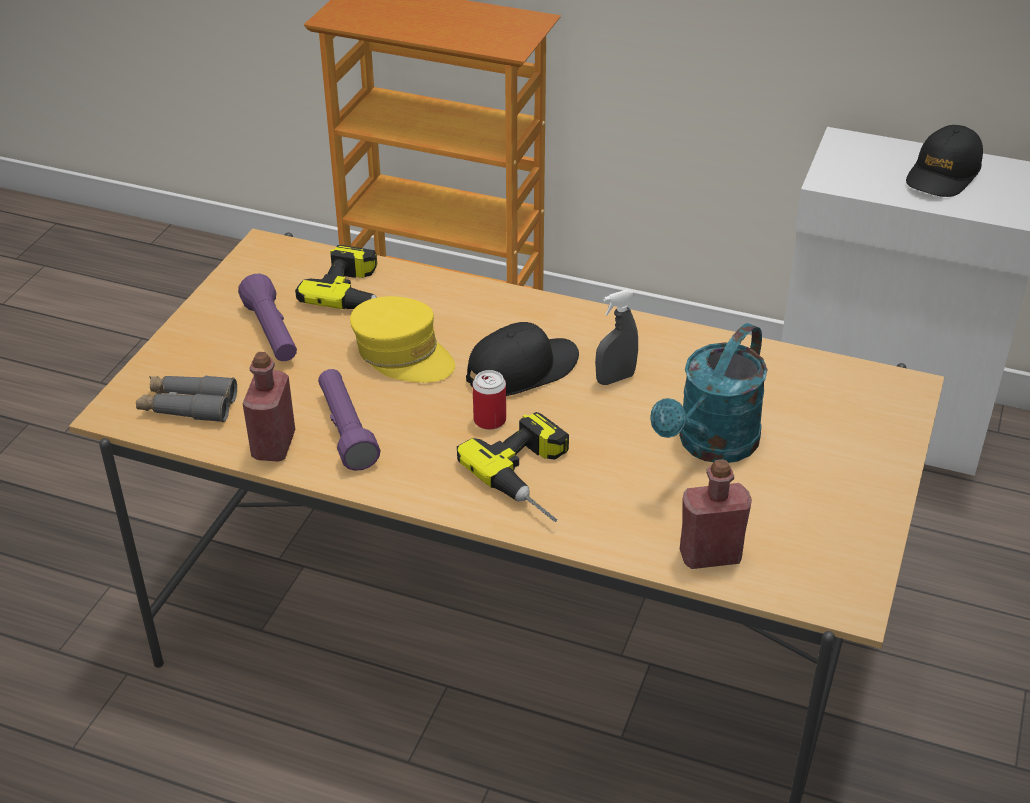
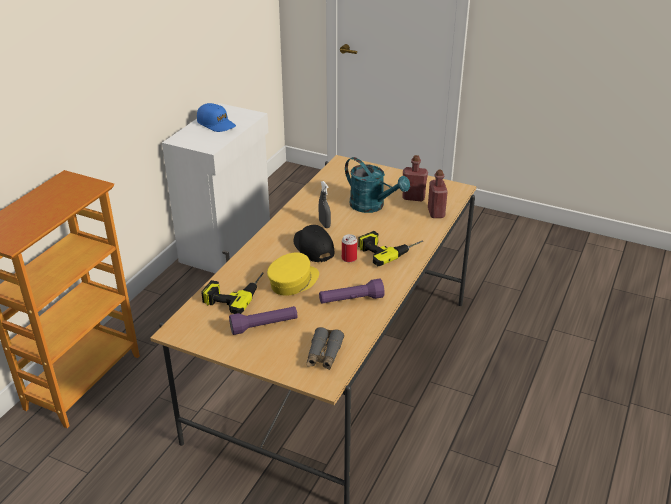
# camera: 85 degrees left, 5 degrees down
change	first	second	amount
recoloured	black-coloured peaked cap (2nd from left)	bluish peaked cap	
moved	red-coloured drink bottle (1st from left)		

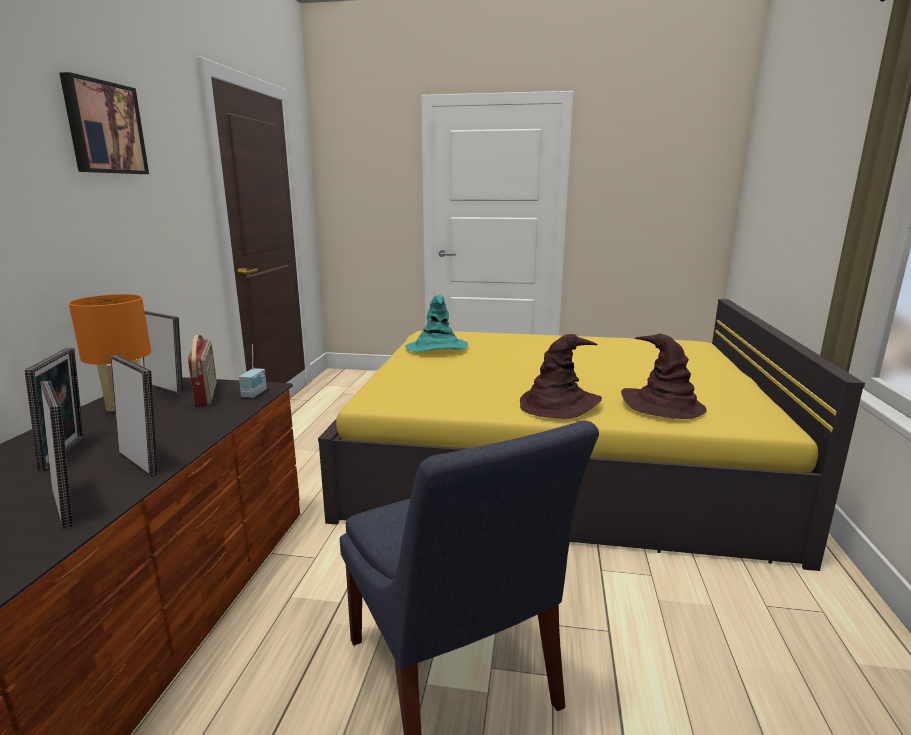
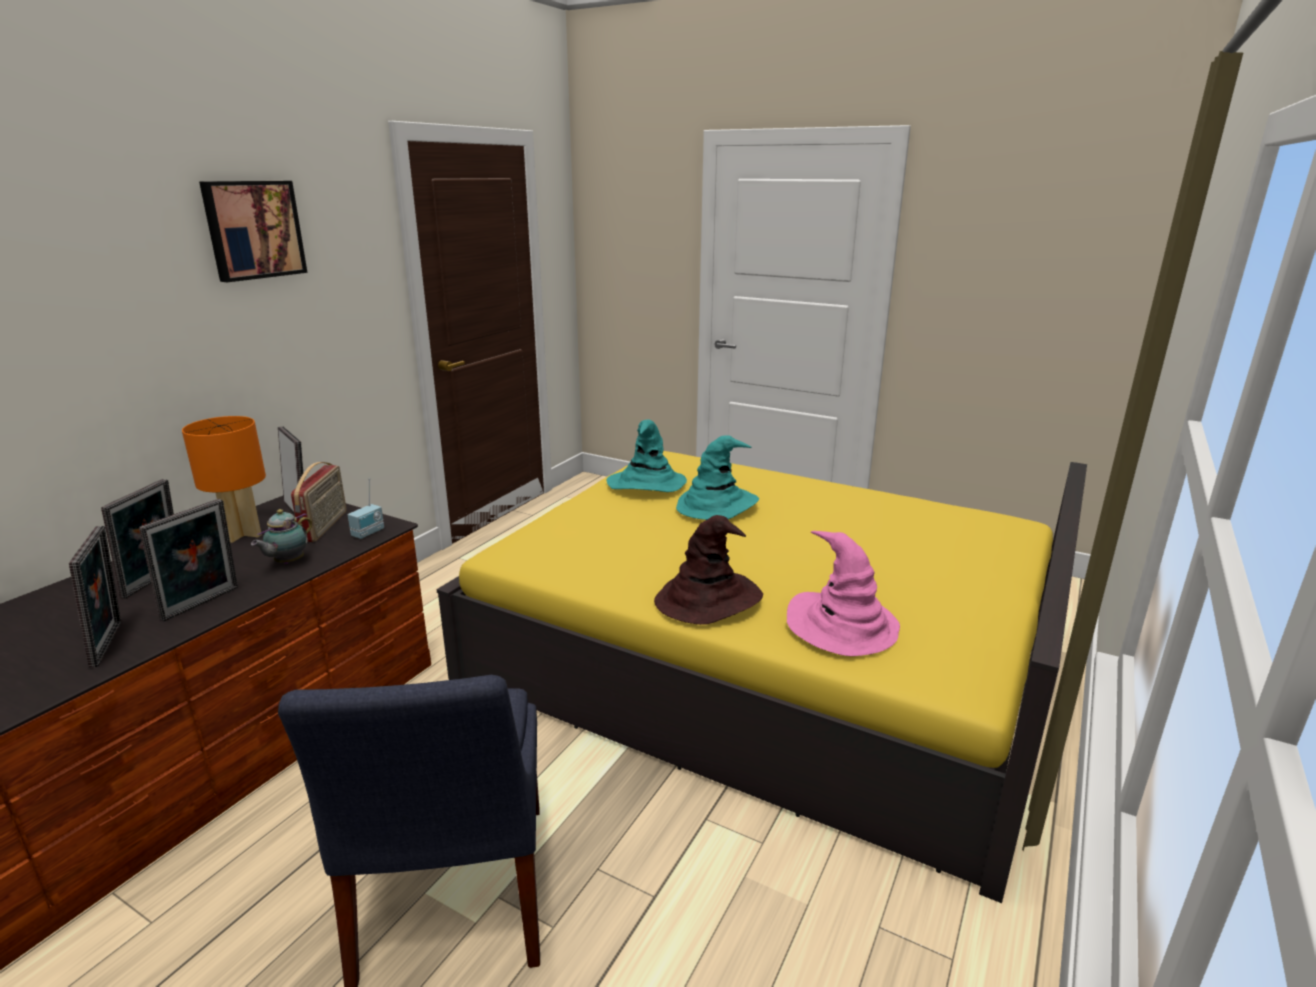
# camera: 20 degrees right, 5 degrees up
change	first	second	amount
turned	picture frame (3rd from left)		60 degrees clockwise
added		teapot	
added		turquoise hat (2nd from left)	
recoloured	brown hat (2nd from left)	pink hat	

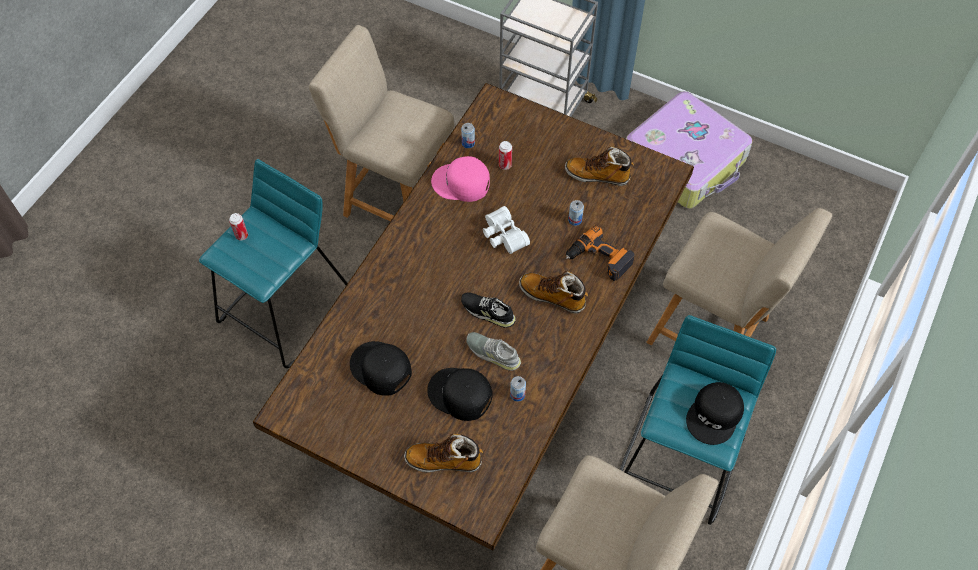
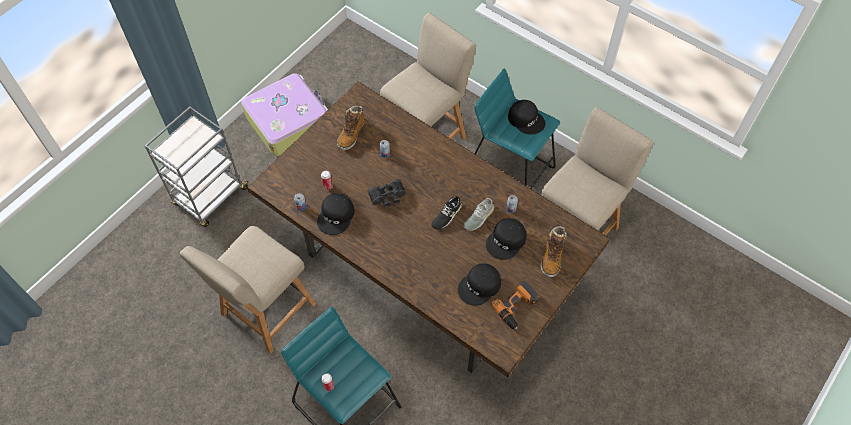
# camera: 80 degrees left, 0 degrees up
change	first	second	amount
recoloured	pink peaked cap	black-coloured peaked cap (1st from left)	
recoloured	white-coloured binoculars	black-coloured binoculars	
moved	drill		
removed	high-top boot (2nd from left)		

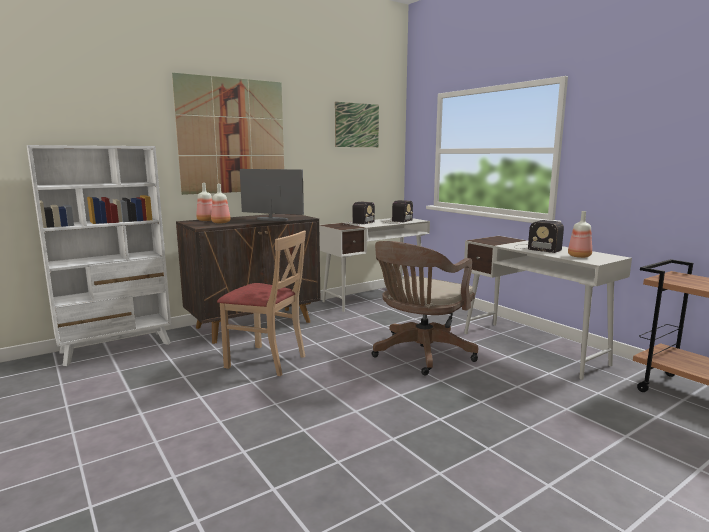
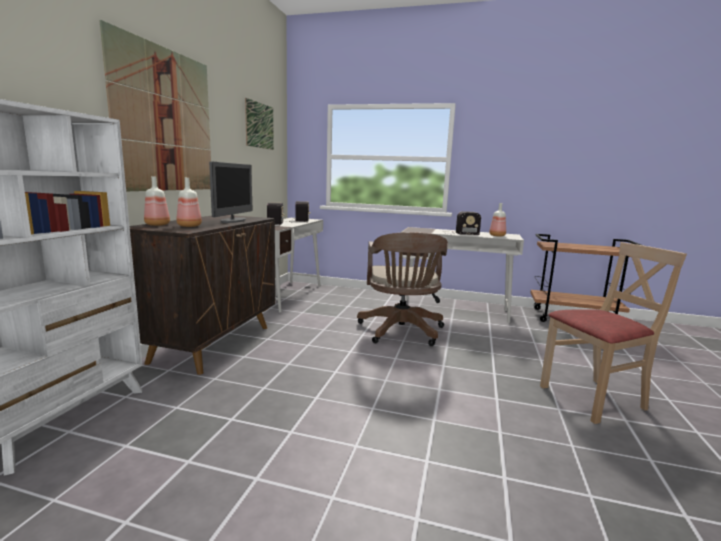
# camera: 40 degrees left, 0 degrees up
change	first	second	amount
turned	monitor		120 degrees clockwise
moved	beige-coloured upright chair		

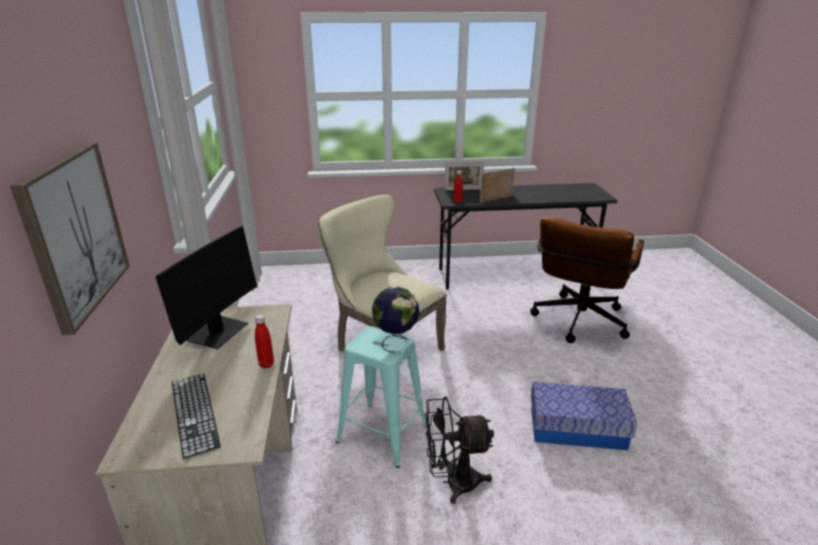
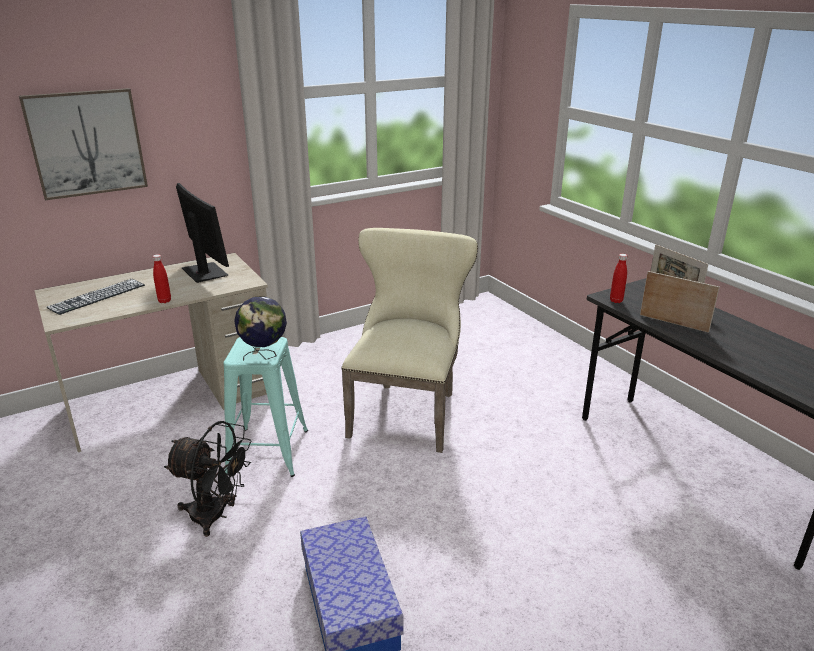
# camera: 65 degrees right, 0 degrees up
change	first	second	amount
turned	black-coloured fan		135 degrees clockwise
turned	monitor		120 degrees counterclockwise
removed	brown computer chair		

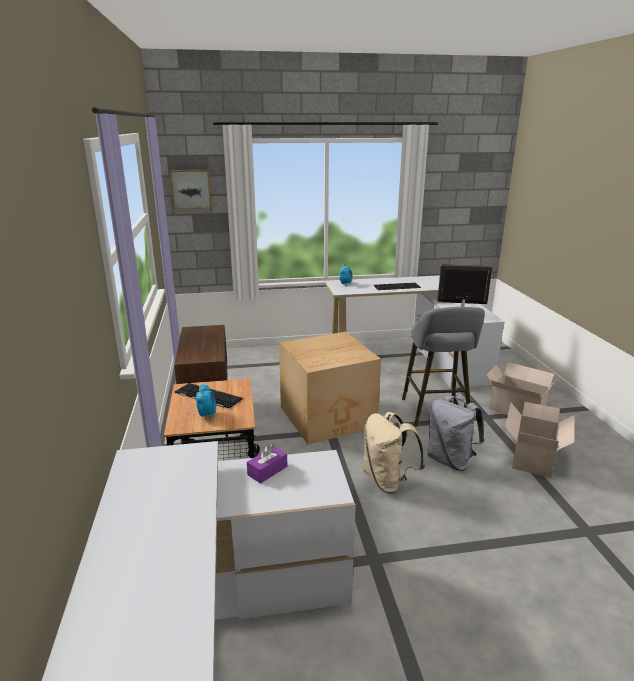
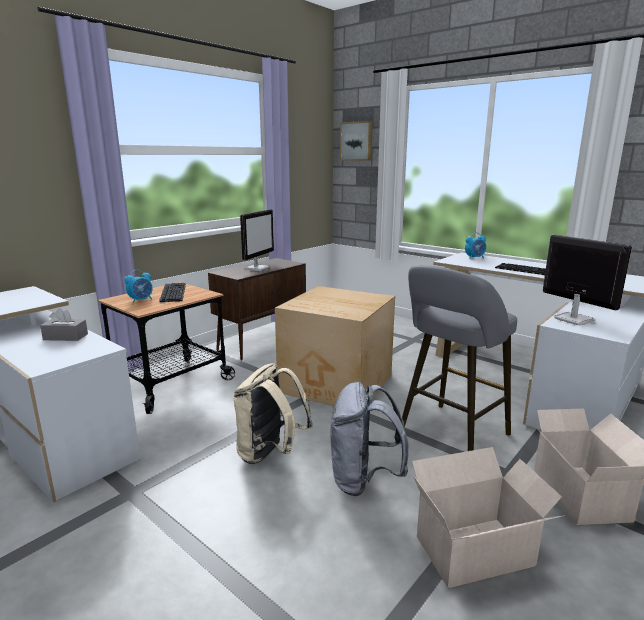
# camera: 50 degrees right, 5 degrees down
change	first	second	amount
recoloured	purple box of tissues	greyish box of tissues	
added		monitor (1st from left)	

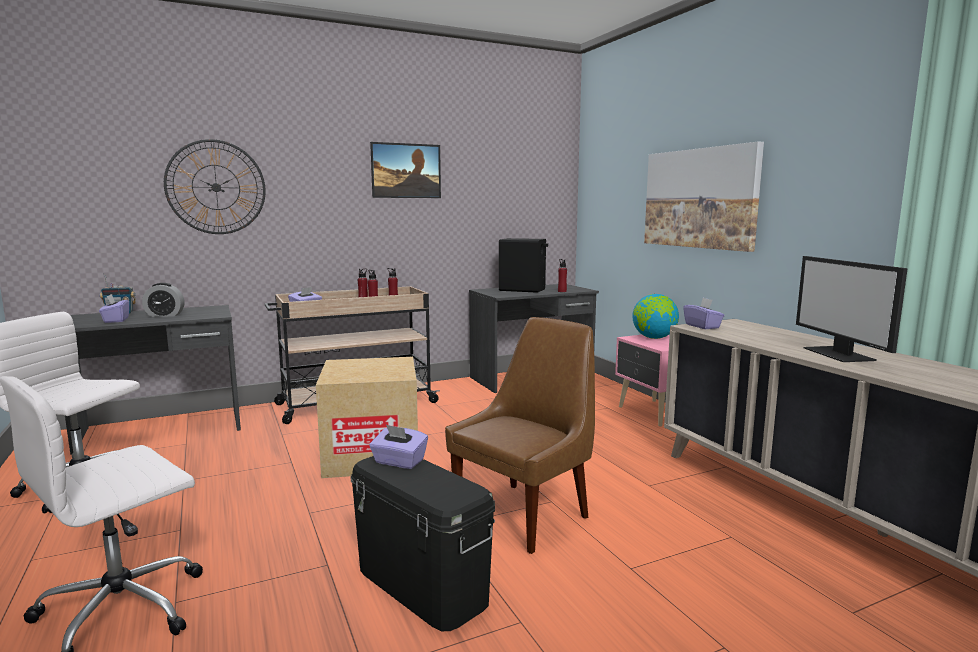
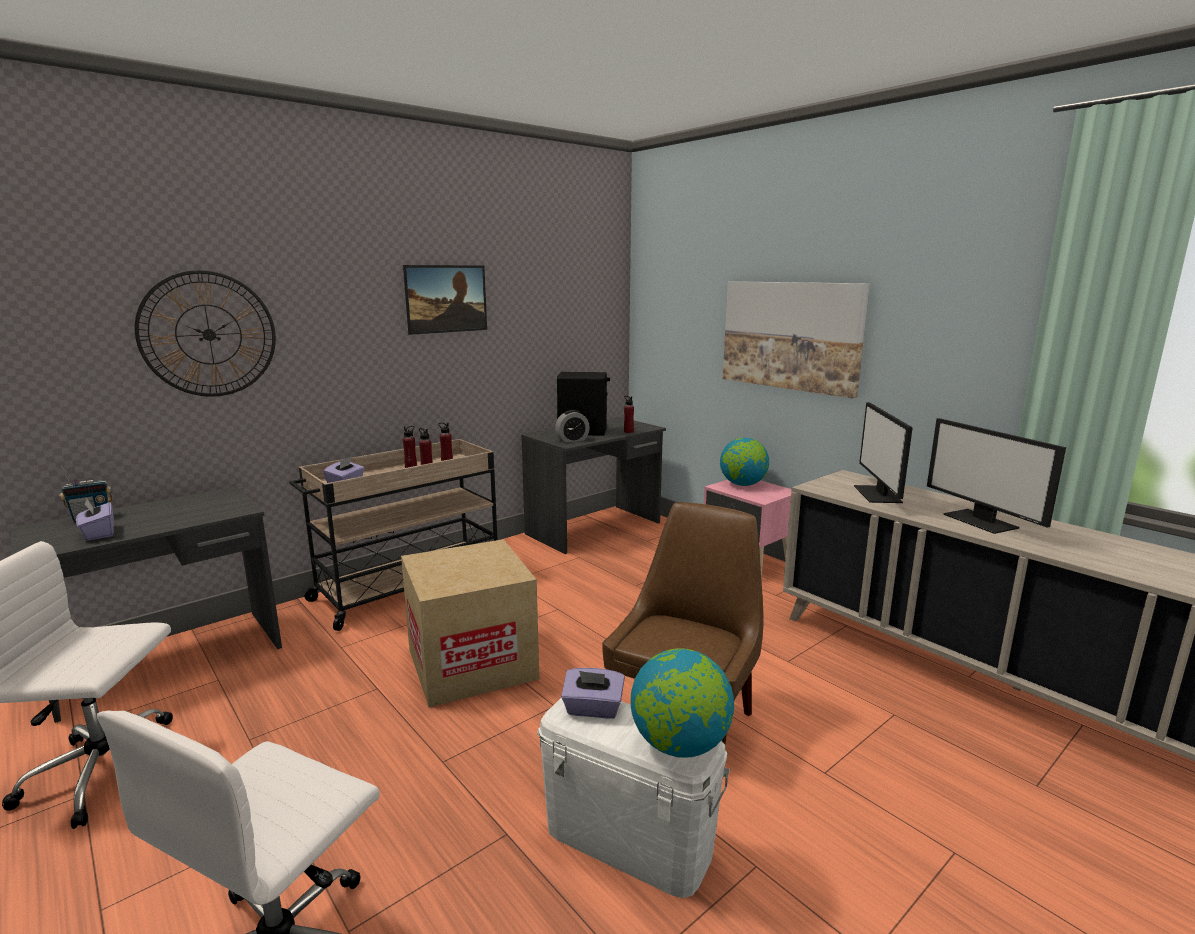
# camera: 15 degrees left, 5 degrees up
change	first	second	amount
recoloured	black-coloured storage container	white-coloured storage container	
moved	table clock		
added		desk globe (1st from left)	
added		monitor (1st from left)	
removed	purple box of tissues (4th from left)		

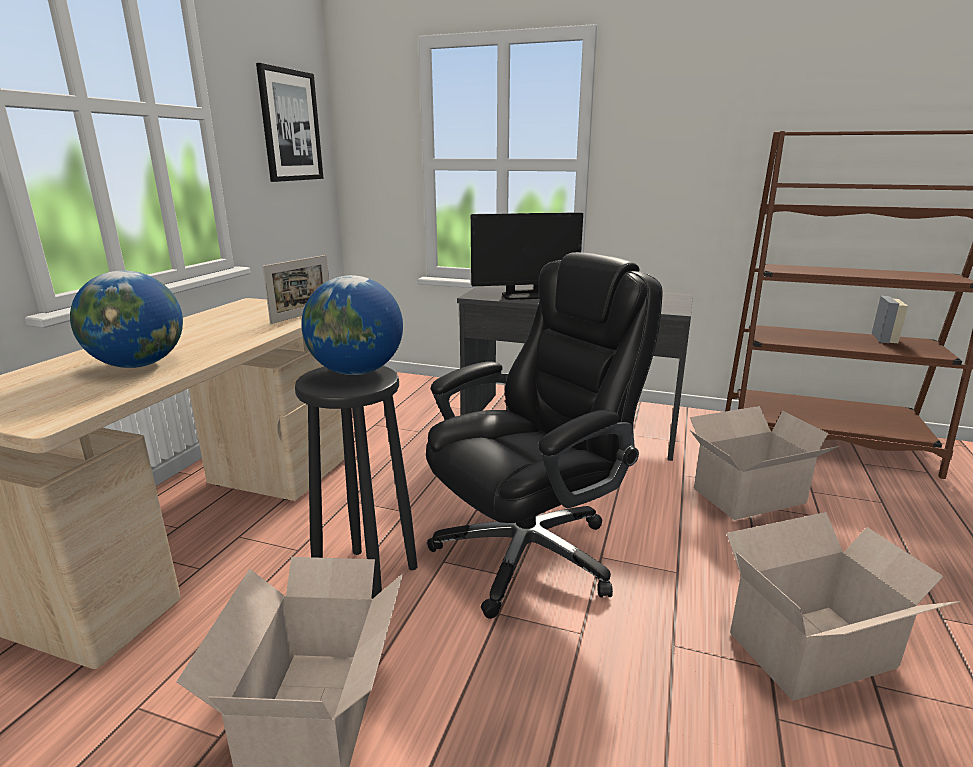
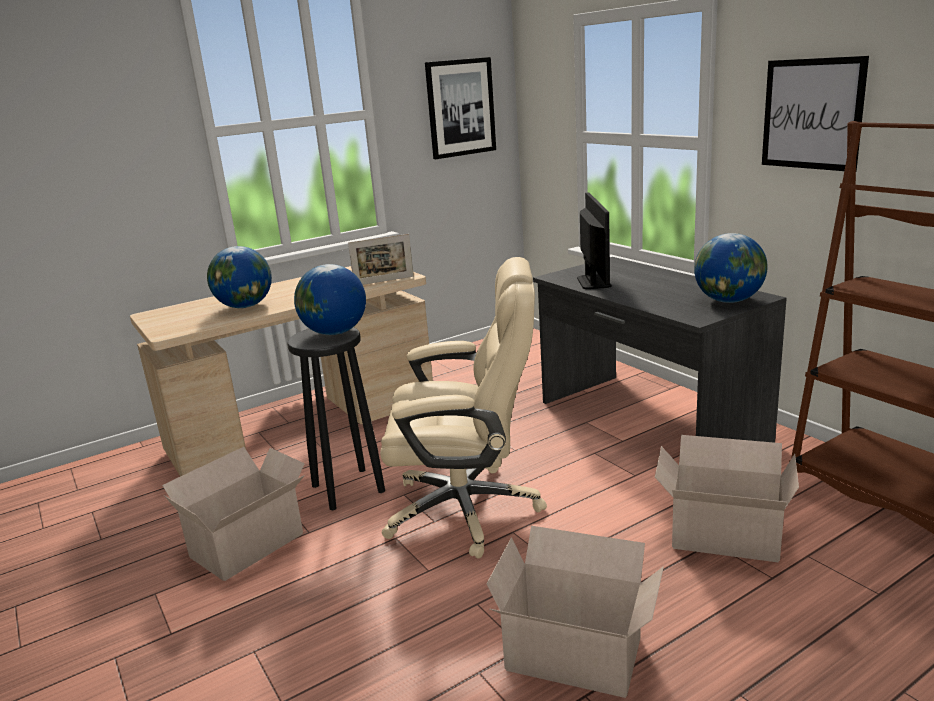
# camera: 40 degrees right, 0 degrees up
change	first	second	amount
recoloured	black-coloured computer chair	beige-coloured computer chair	
turned	monitor		120 degrees counterclockwise
added		desk globe (3rd from left)	
added		picture (2nd from left)	

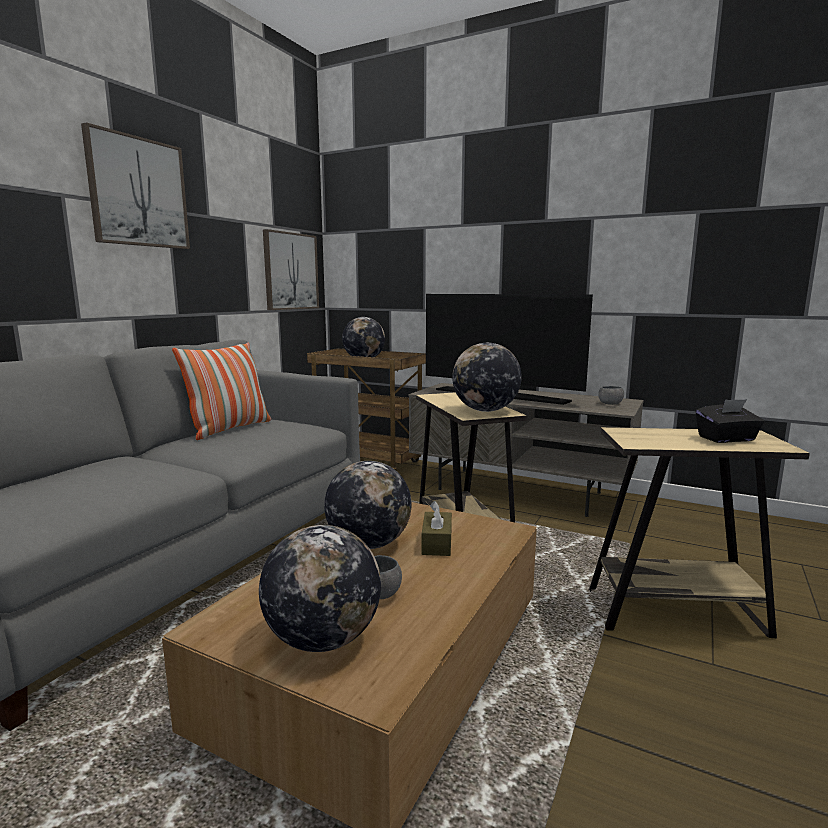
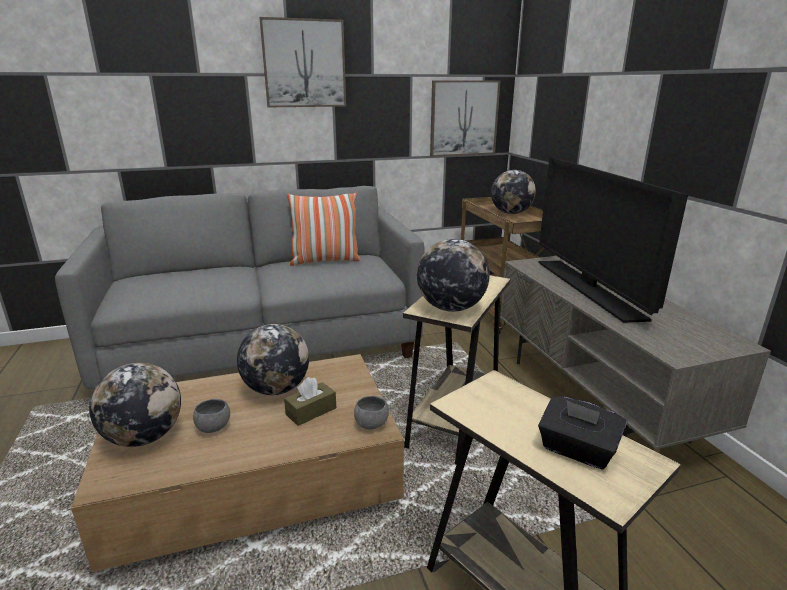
# camera: 45 degrees right, 10 degrees up
change	first	second	amount
moved	greyish bowl (2nd from left)		

